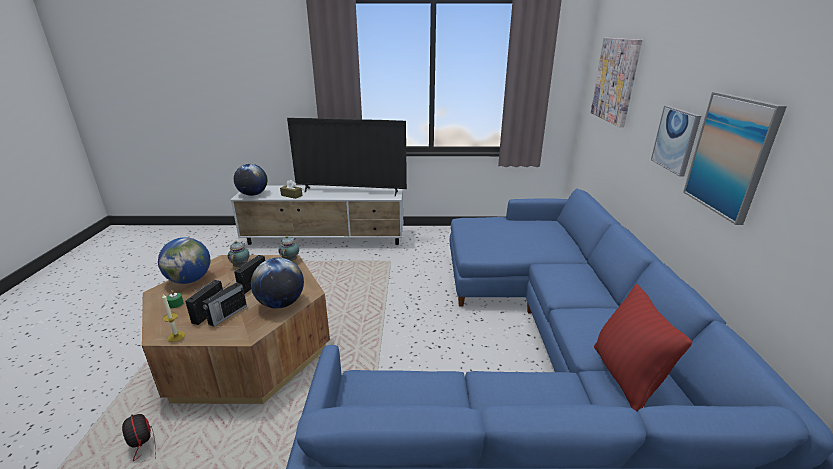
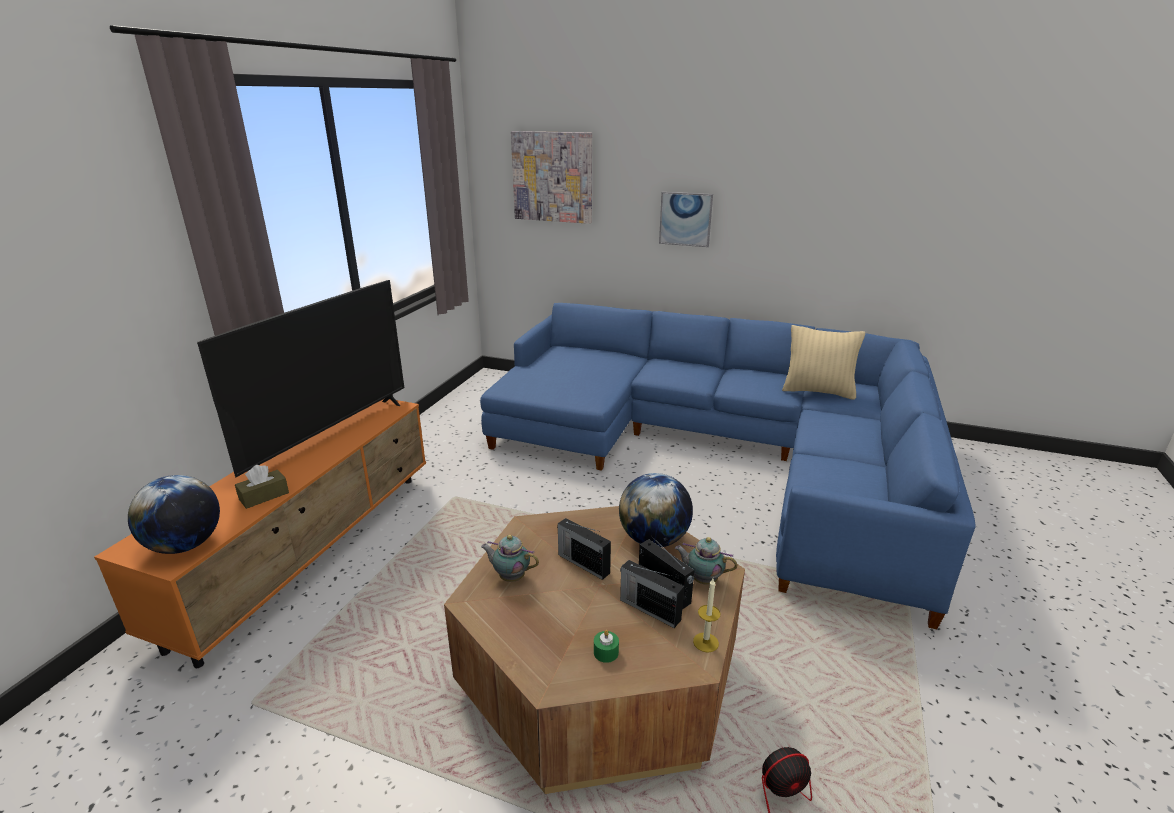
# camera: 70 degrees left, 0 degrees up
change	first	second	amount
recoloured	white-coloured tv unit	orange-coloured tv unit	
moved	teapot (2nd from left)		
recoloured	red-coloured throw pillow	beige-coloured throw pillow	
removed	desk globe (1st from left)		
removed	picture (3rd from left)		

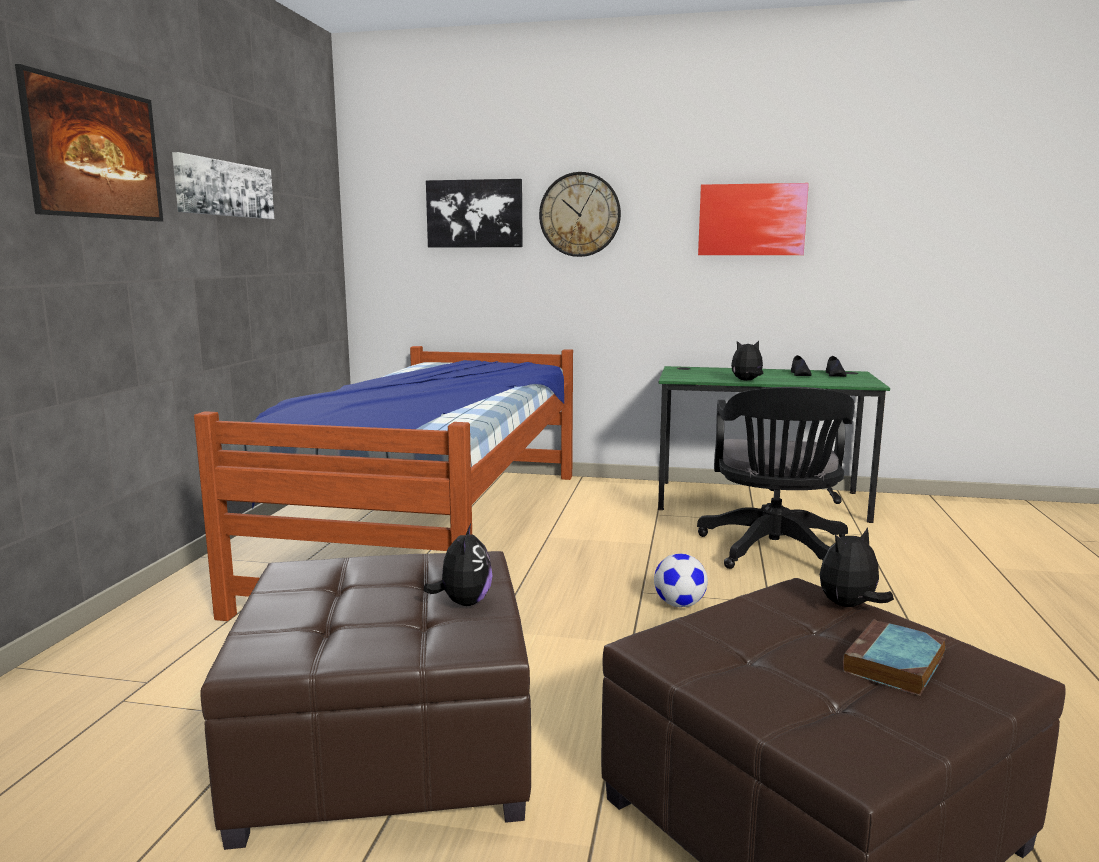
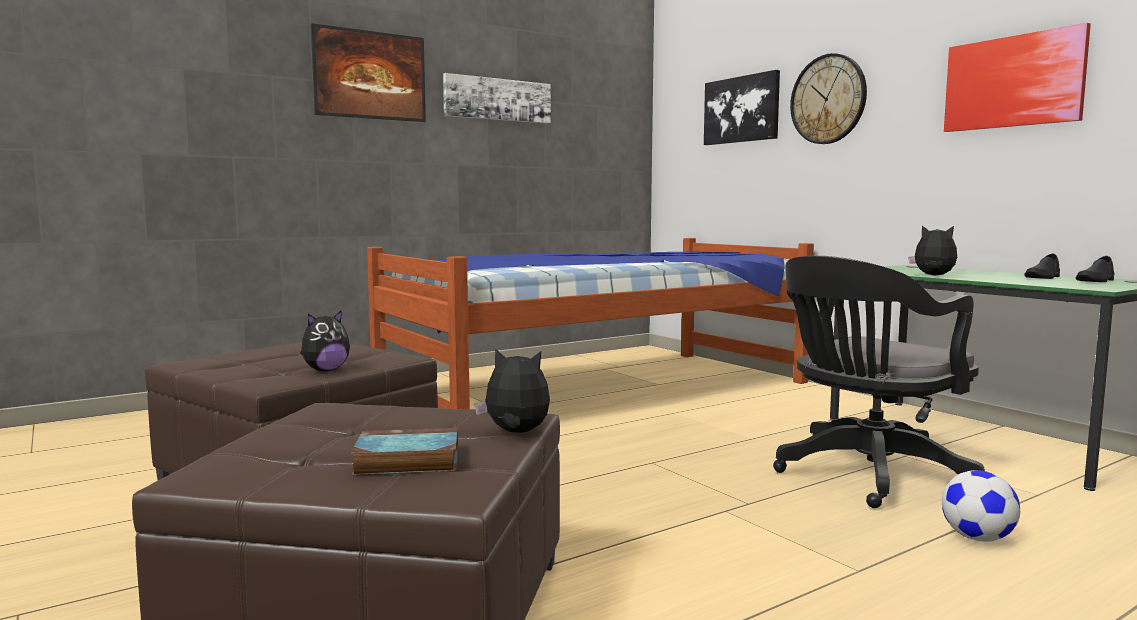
# camera: 45 degrees right, 5 degrees down
change	first	second	amount
moved	football ball		

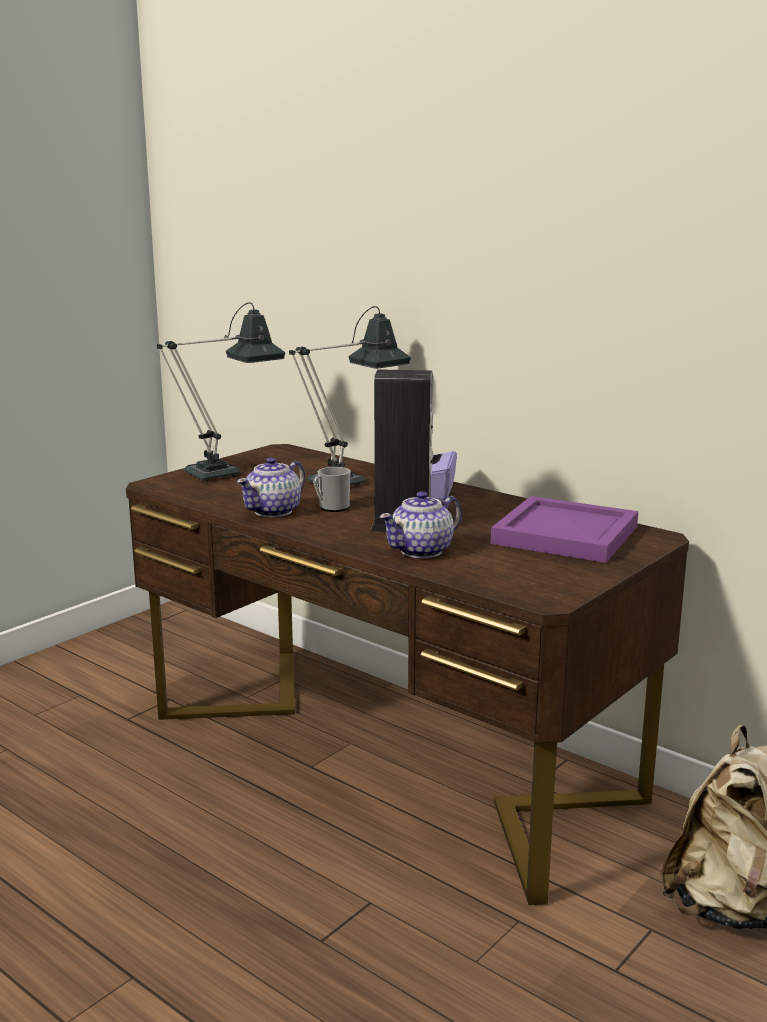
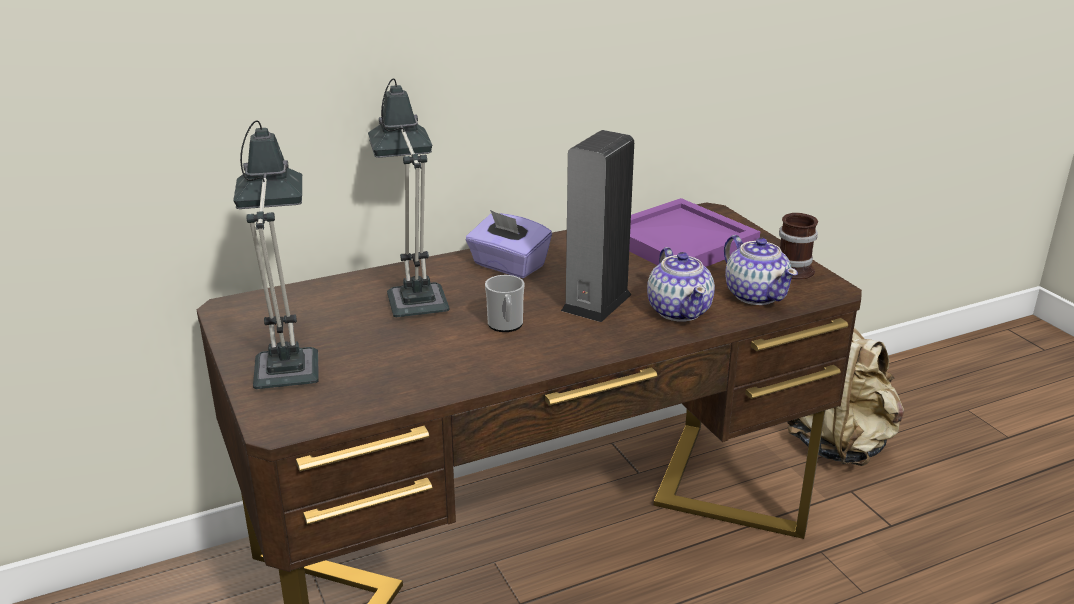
# camera: 65 degrees left, 10 degrees up
change	first	second	amount
moved	teapot (1st from left in the first image)	teapot (2nd from left)	
added		coffee mug (2nd from left)	

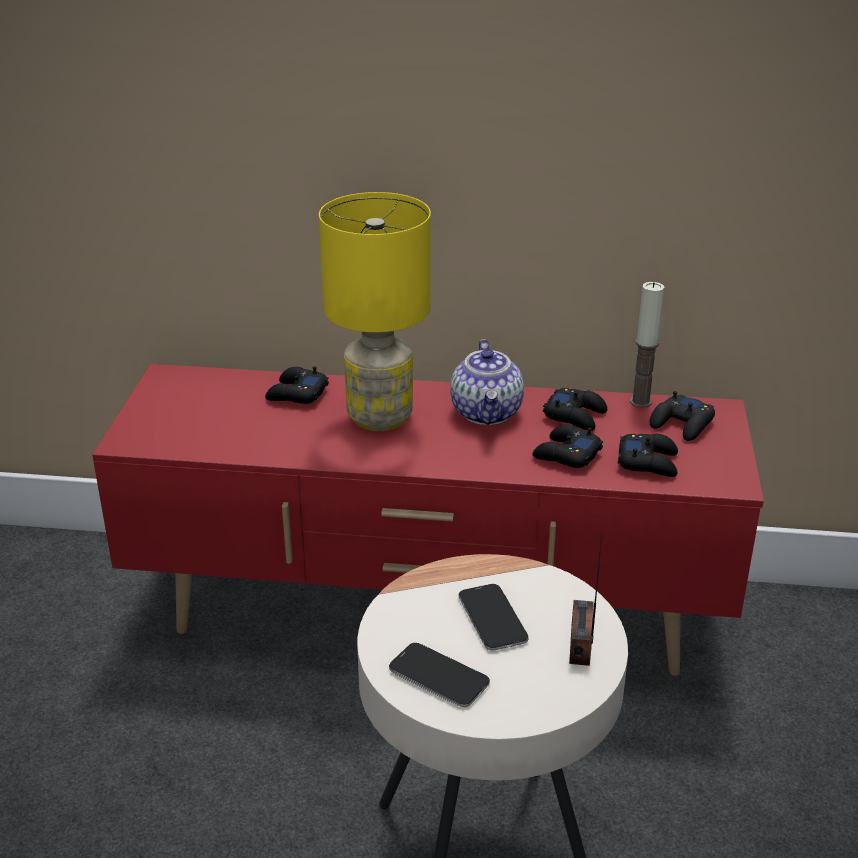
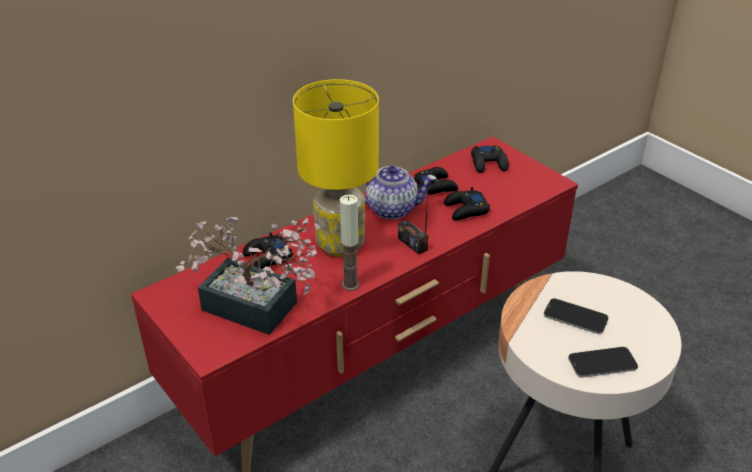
# camera: 45 degrees left, 5 degrees up
change	first	second	amount
added		plant in a pot	
moved	wax light		
turned	teapot		45 degrees counterclockwise
moved	radio receiver		
removed	black-coloured gamepad (4th from left)		

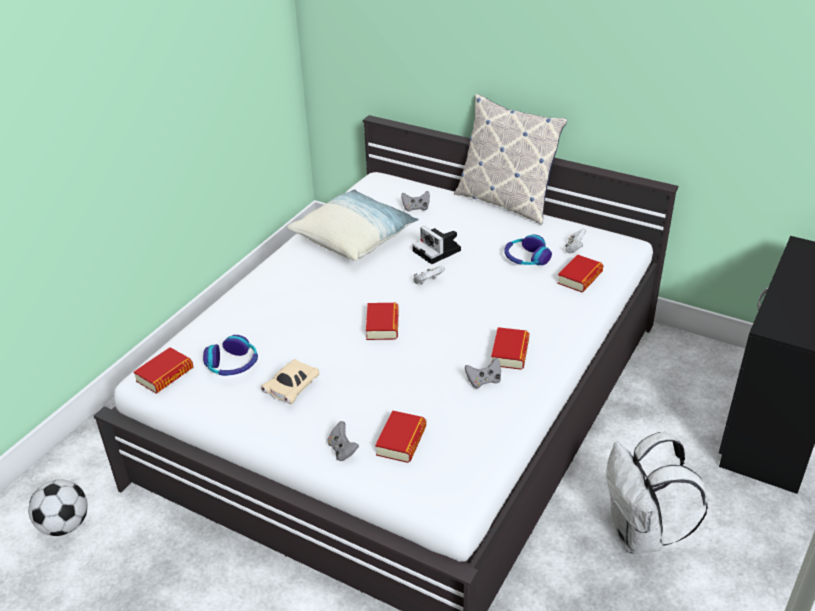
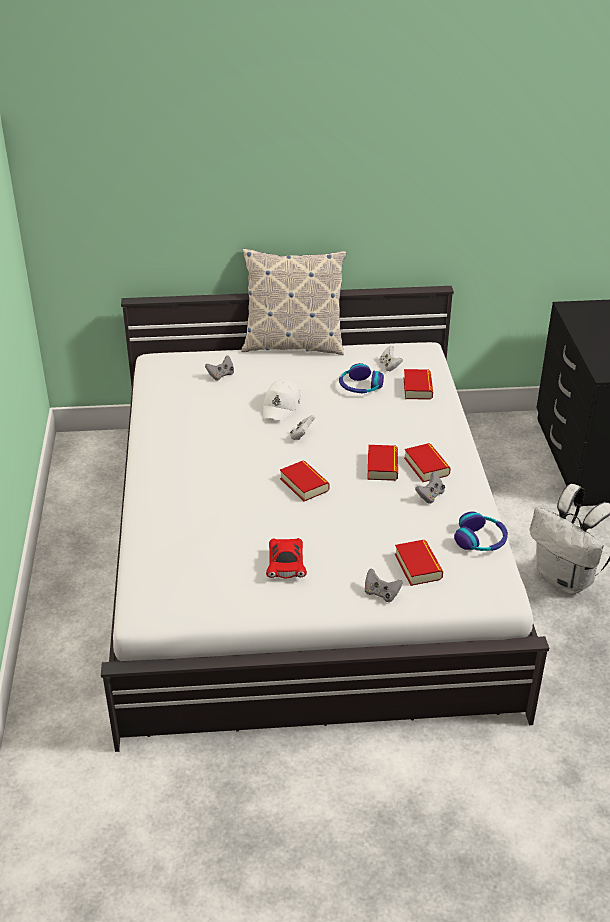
# camera: 35 degrees left, 0 degrees up
change	first	second	amount
replaced	photo camera	white-coloured peaked cap	
recoloured	beige-coloured miniature car	red-coloured miniature car	
moved	volume (1st from left in the first image)	volume (2nd from left)	
moved	headset (1st from left in the first image)	headset (2nd from left)	
removed	football ball		
removed	throw pillow (1st from left)		

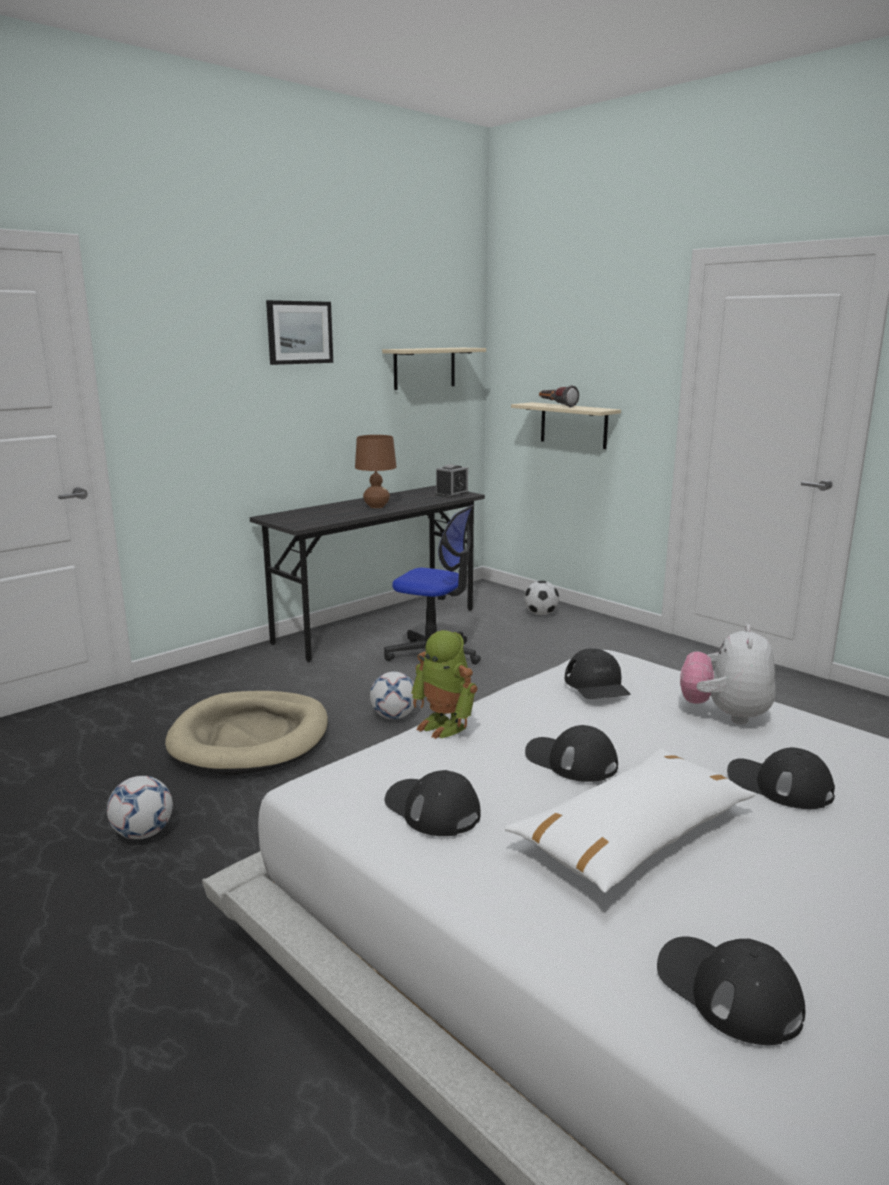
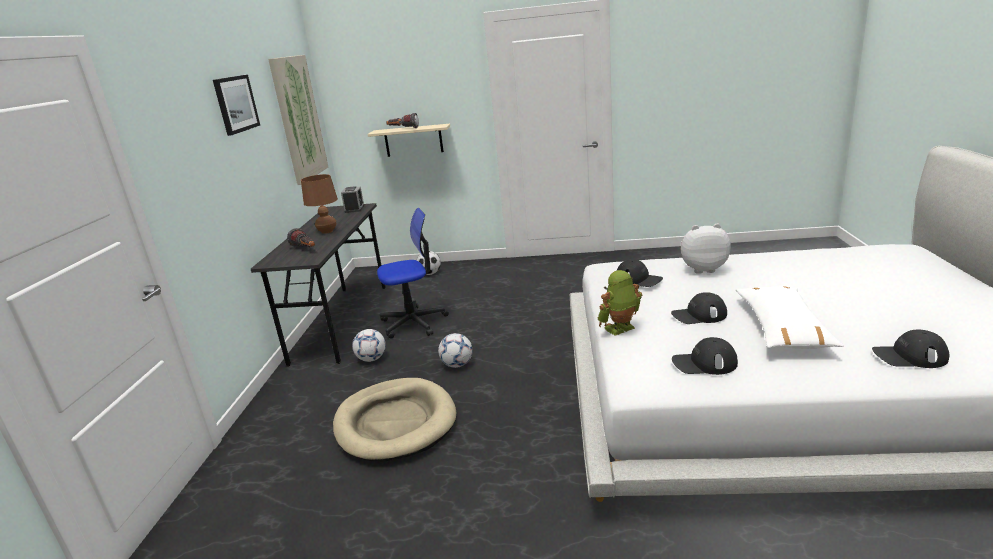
# camera: 40 degrees left, 5 degrees up
change	first	second	amount
replaced	beige-coloured wall shelf (1st from left)	picture (2nd from left)	
added		flashlight (1st from left)	
moved	football ball (1st from left)		
turned	robot figure		150 degrees clockwise
turned	soft toy		120 degrees clockwise
removed	black-coloured peaked cap (5th from left)		

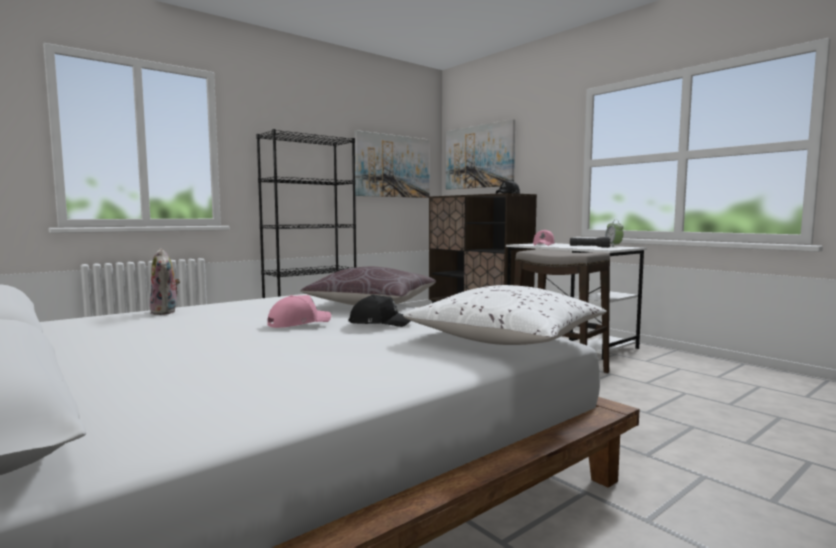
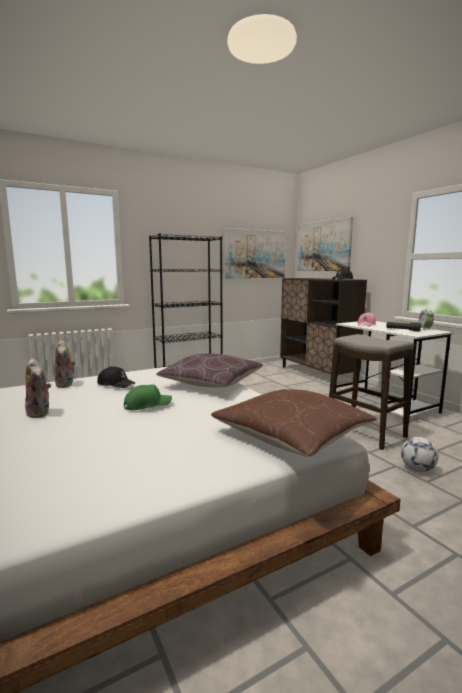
# camera: 10 degrees right, 5 degrees up
change	first	second	amount
added		soft toy (1st from left)	
moved	black-coloured peaked cap (1st from left)		
recoloured	pink peaked cap (1st from left)	green peaked cap	
recoloured	white-coloured throw pillow	brown throw pillow (2nd from left)	
added		football ball	

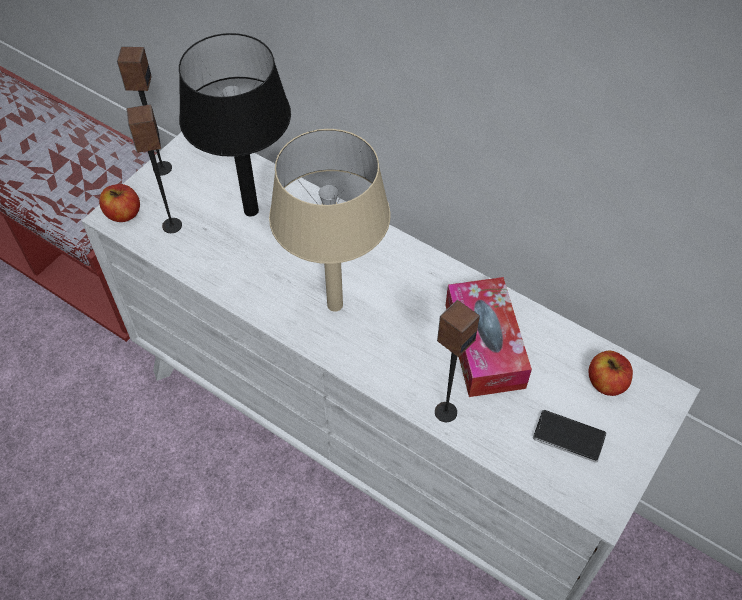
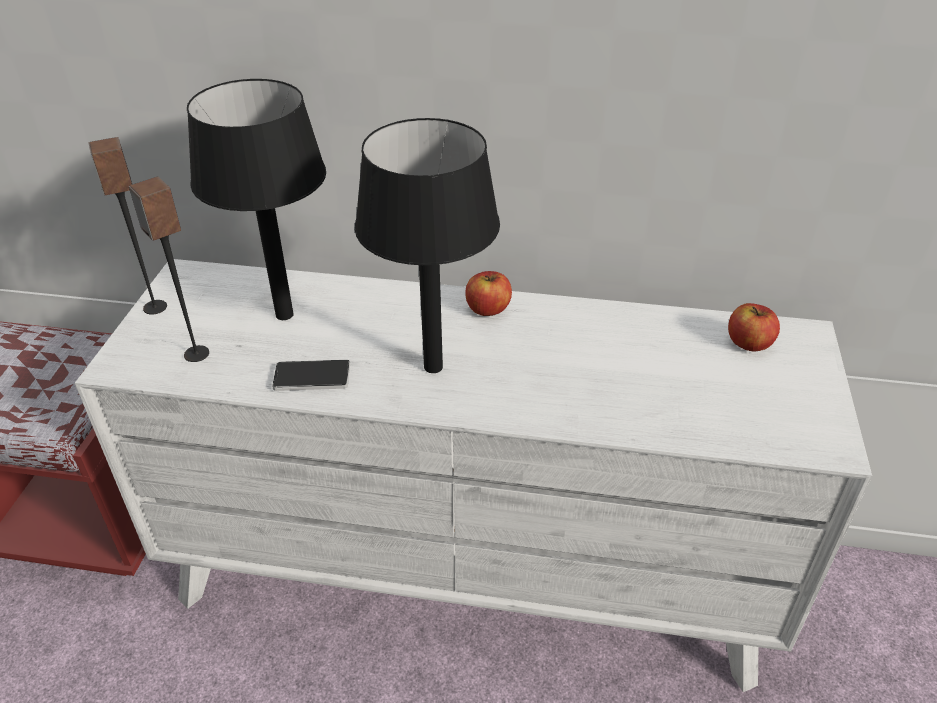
# camera: 25 degrees left, 15 degrees down
change	first	second	amount
moved	handset		
recoloured	beige-coloured lamp for a table	black-coloured lamp for a table (2nd from left)	
moved	whole apple (1st from left)		
removed	loudspeaker (3rd from left)		
removed	box of tissues		

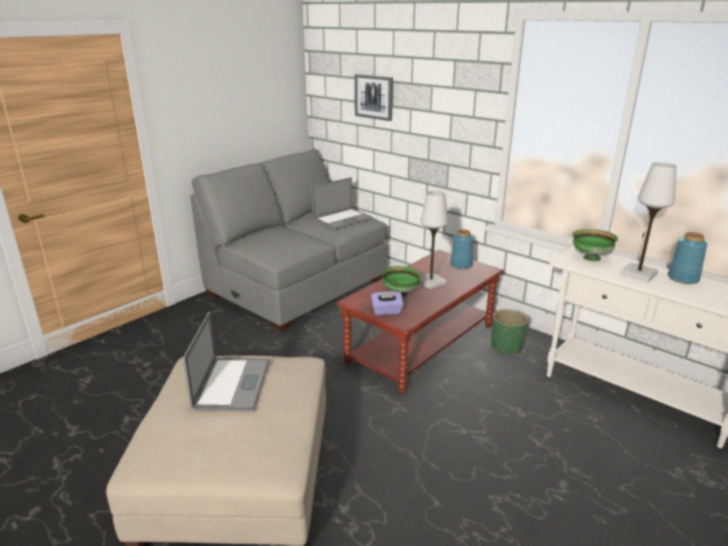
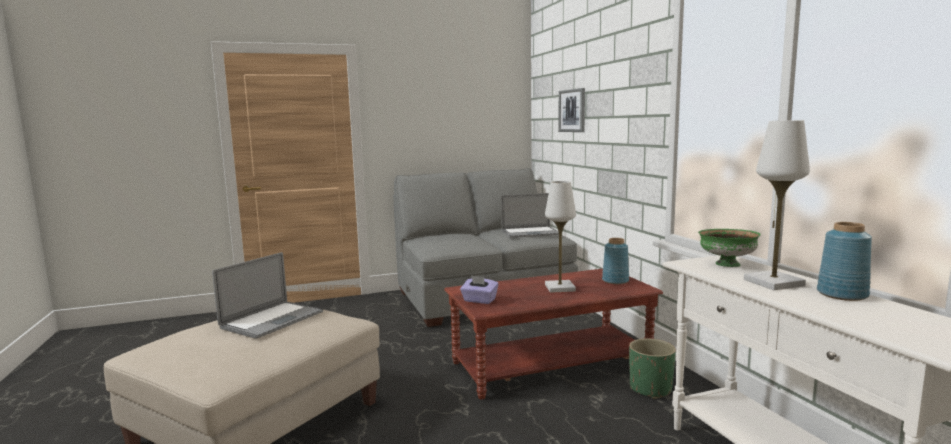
# camera: 30 degrees right, 15 degrees down
change	first	second	amount
removed	green bowl (1st from left)		

